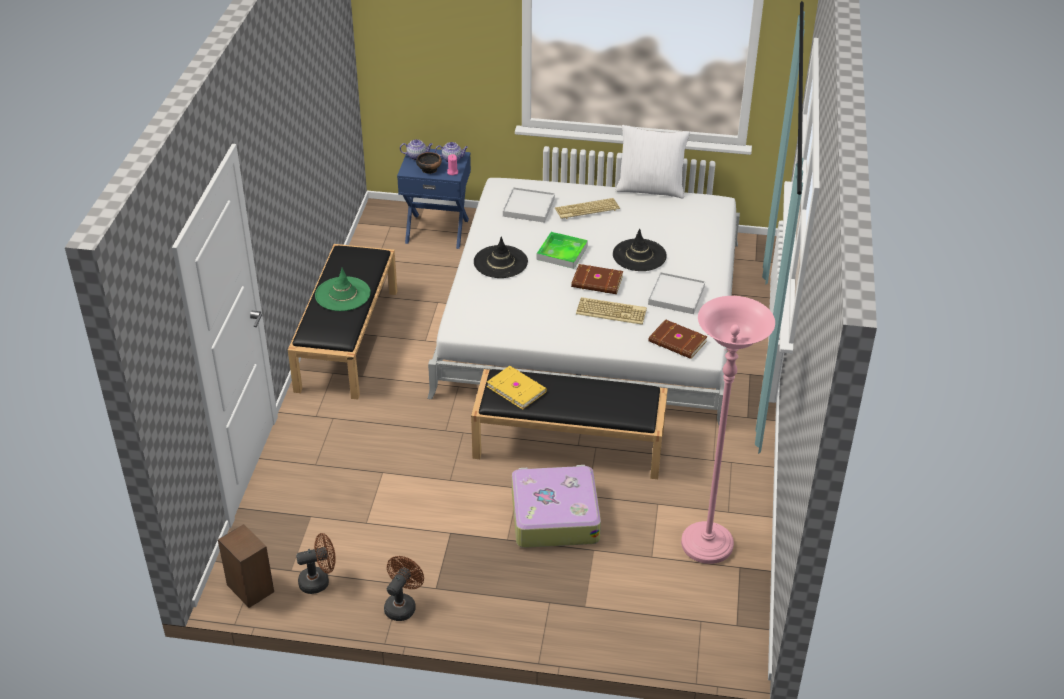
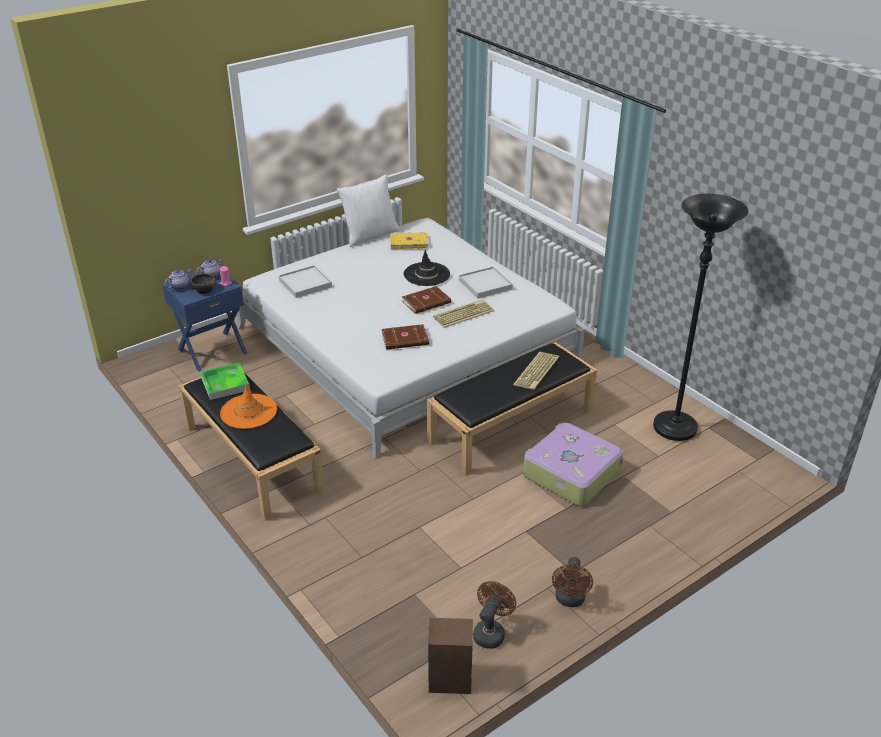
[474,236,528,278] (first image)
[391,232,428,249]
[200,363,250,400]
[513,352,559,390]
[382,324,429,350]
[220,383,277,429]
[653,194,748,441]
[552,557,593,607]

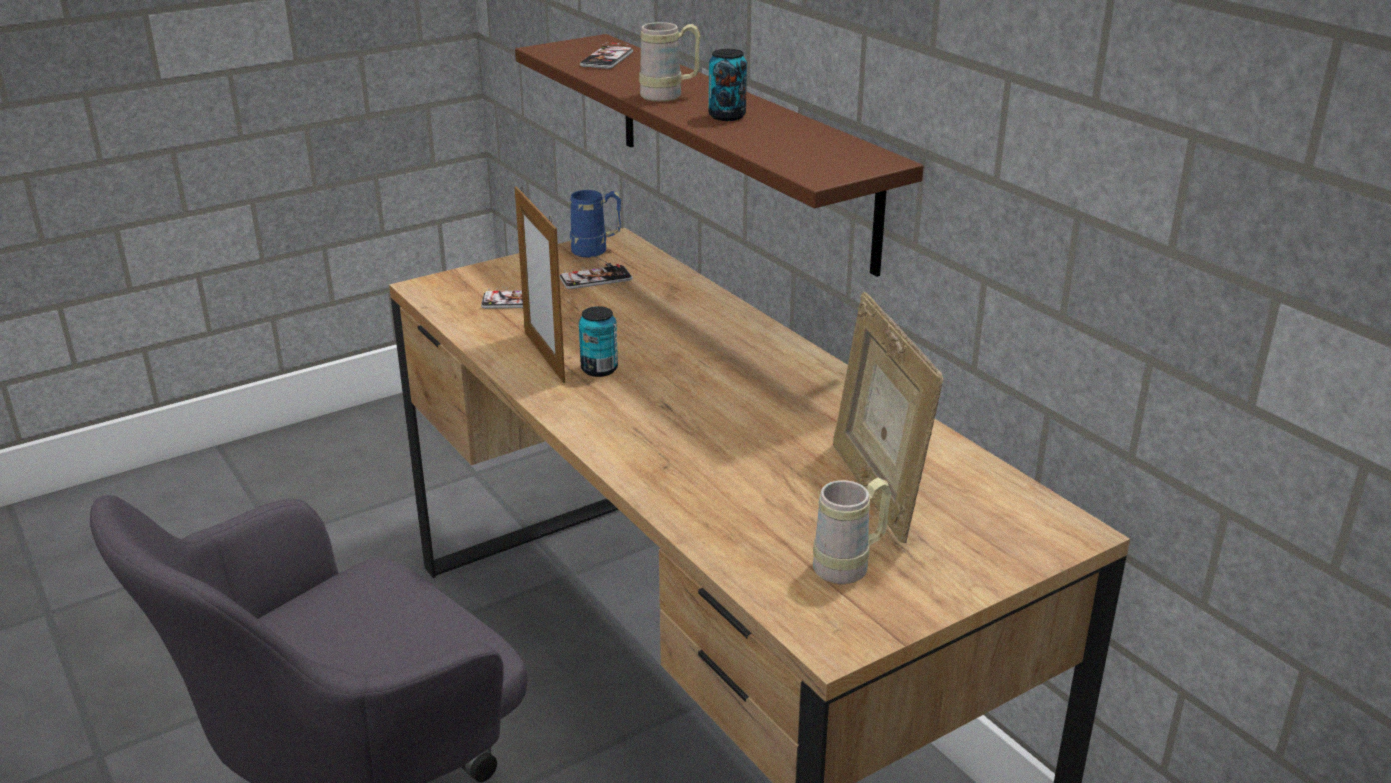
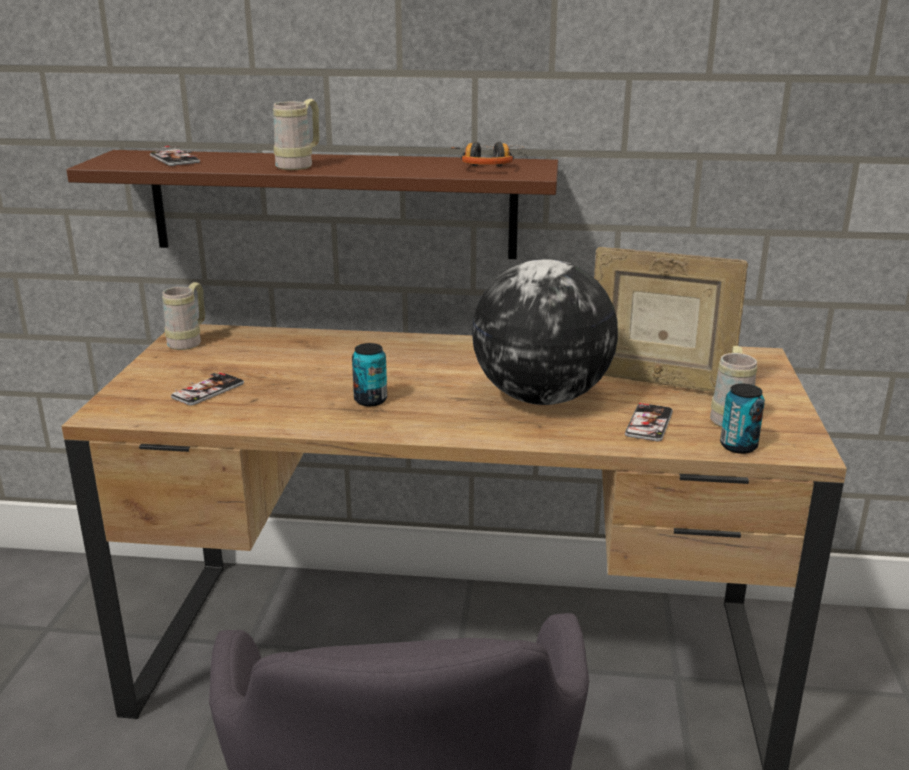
[515,186,565,383] (first image)
[451,142,524,166]
[472,259,618,405]
[625,403,673,442]
[720,384,765,454]
[162,282,205,350]

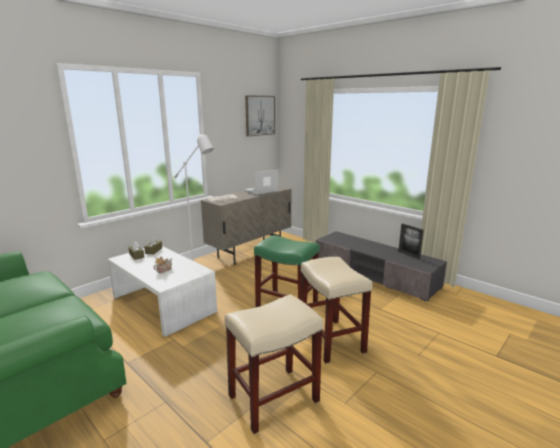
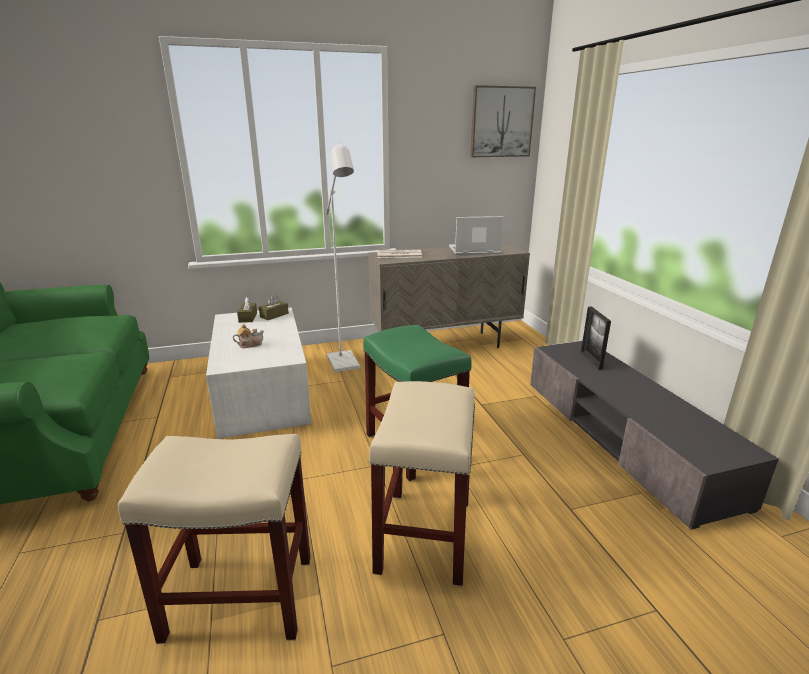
[581,307,611,370]

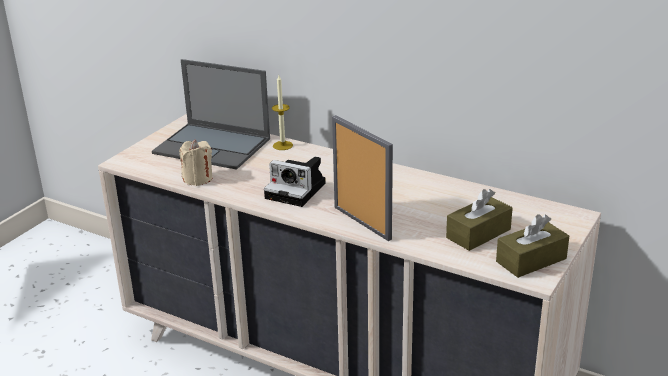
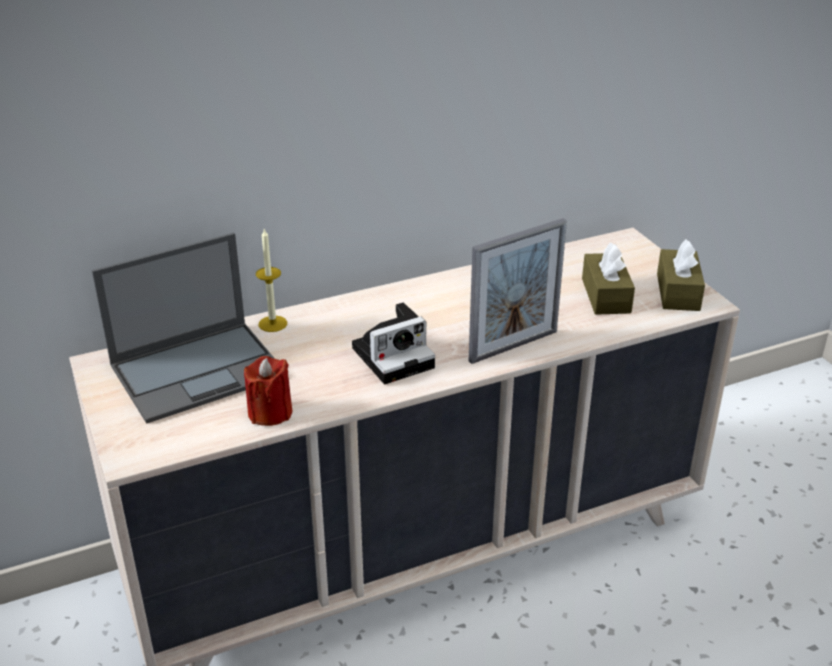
[244,356,292,426]
[469,218,567,364]

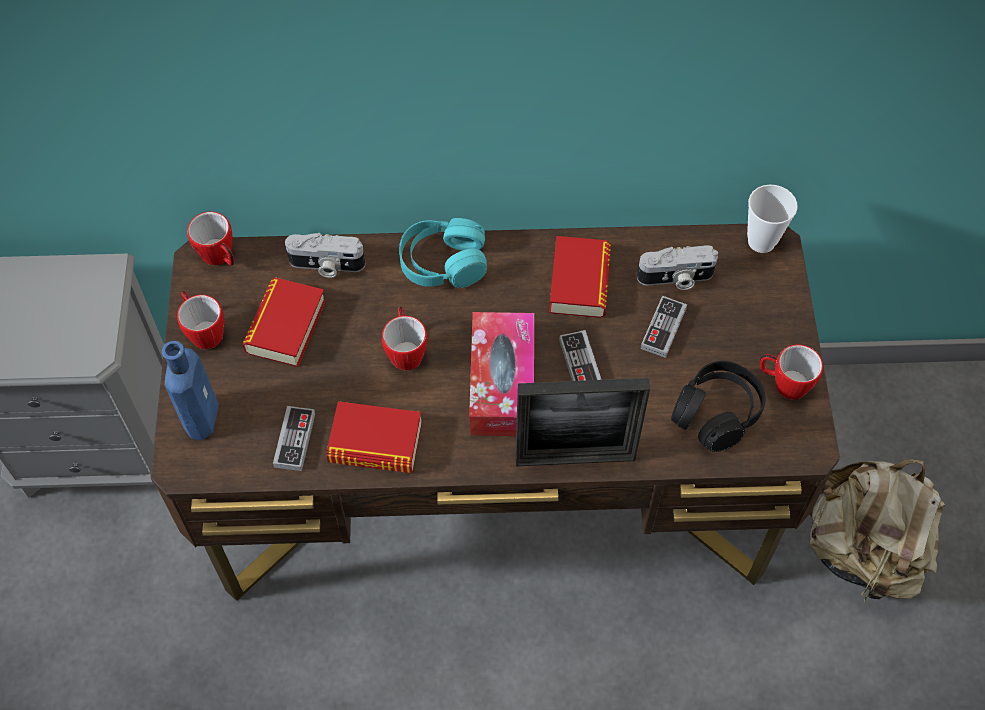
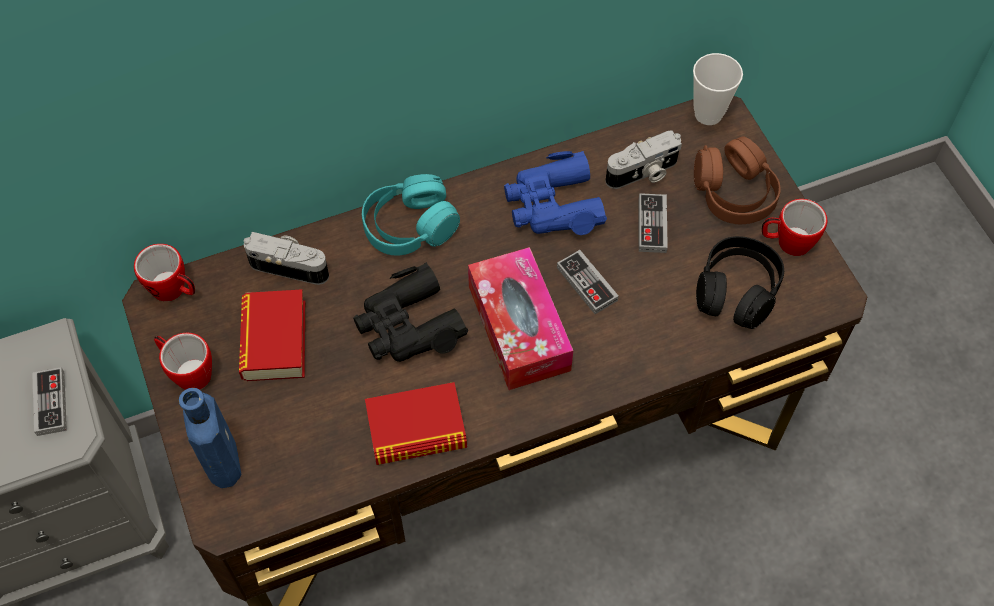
[515,378,650,466] (first image)
[809,459,945,603] (first image)
[694,137,781,224]
[32,367,67,436]
[353,262,468,362]
[504,151,607,235]
[244,232,329,285]

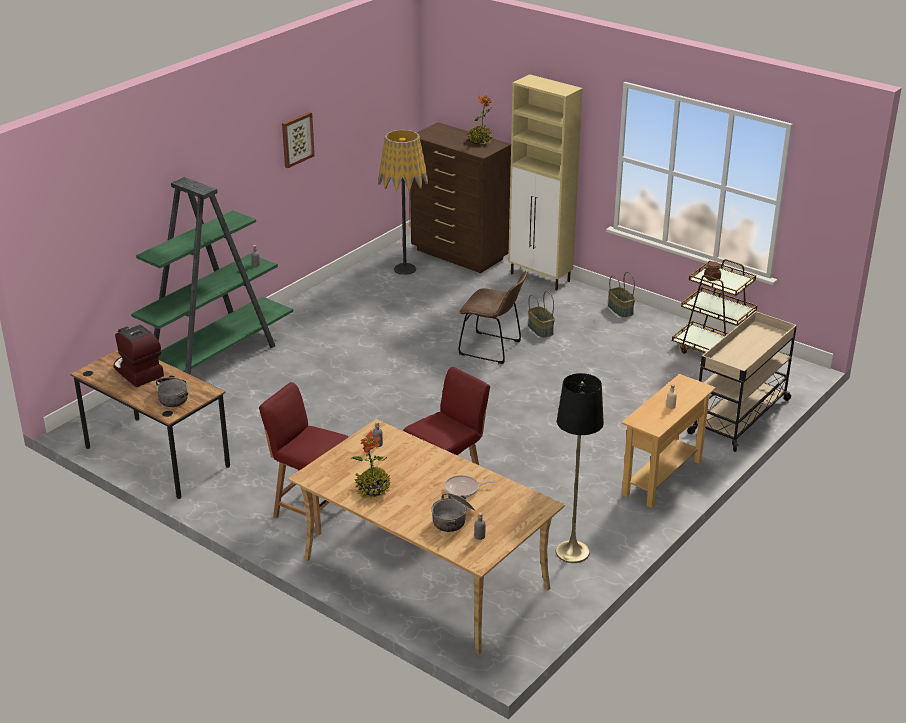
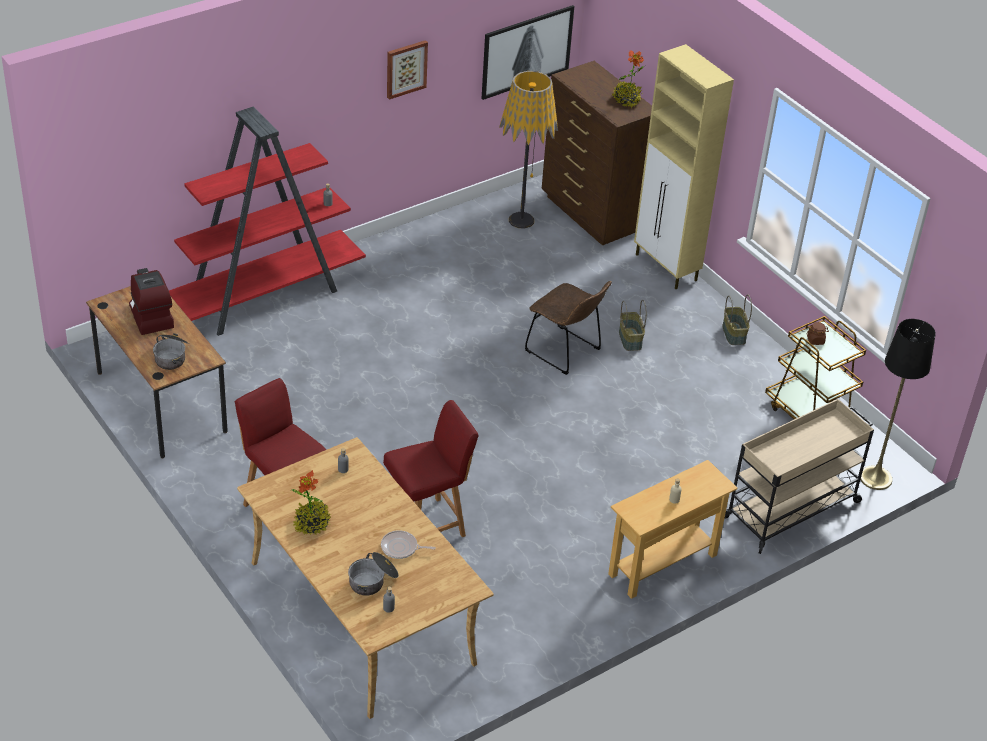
[481,5,574,100]
[860,319,936,490]
[169,107,366,336]

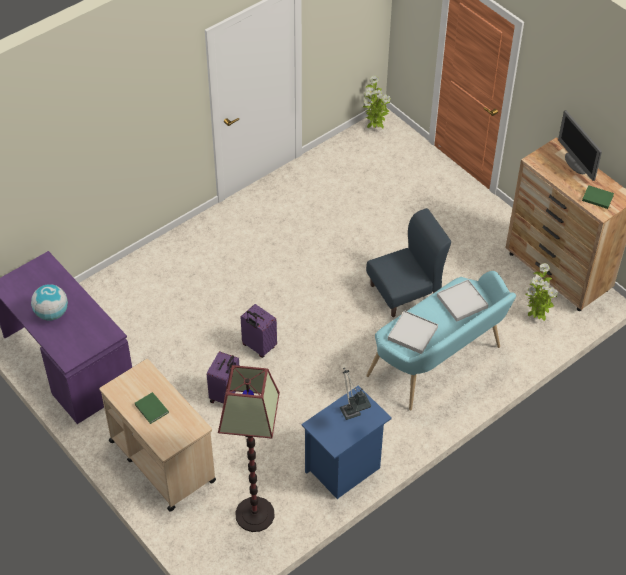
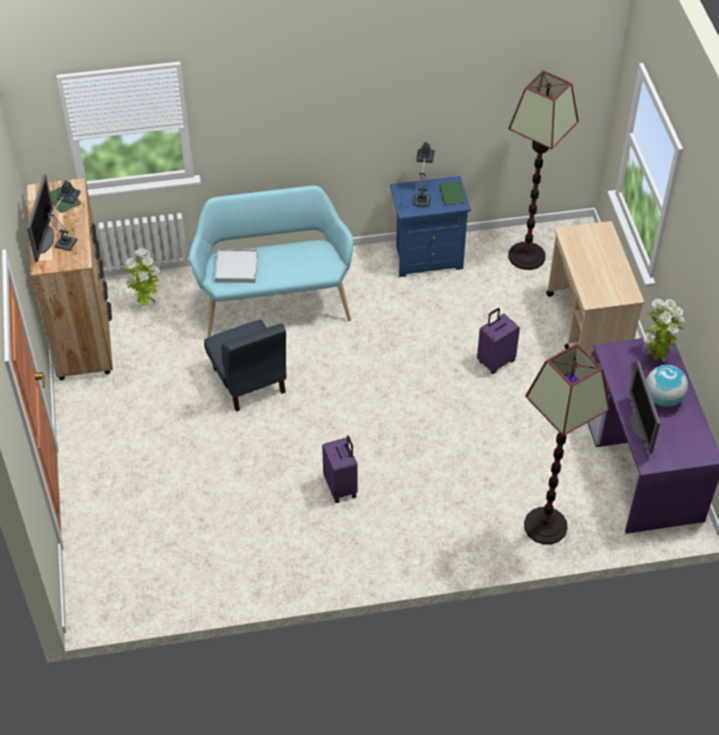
[388,310,438,354] (first image)
[47,180,81,251]
[524,344,611,544]
[629,361,660,454]
[440,181,466,205]
[322,436,358,503]
[643,299,685,362]
[204,320,287,412]

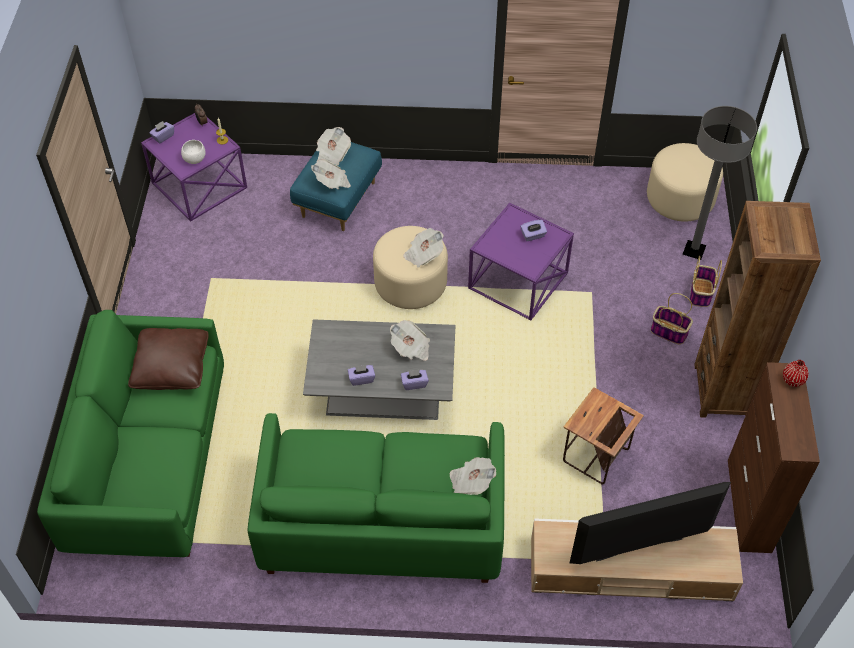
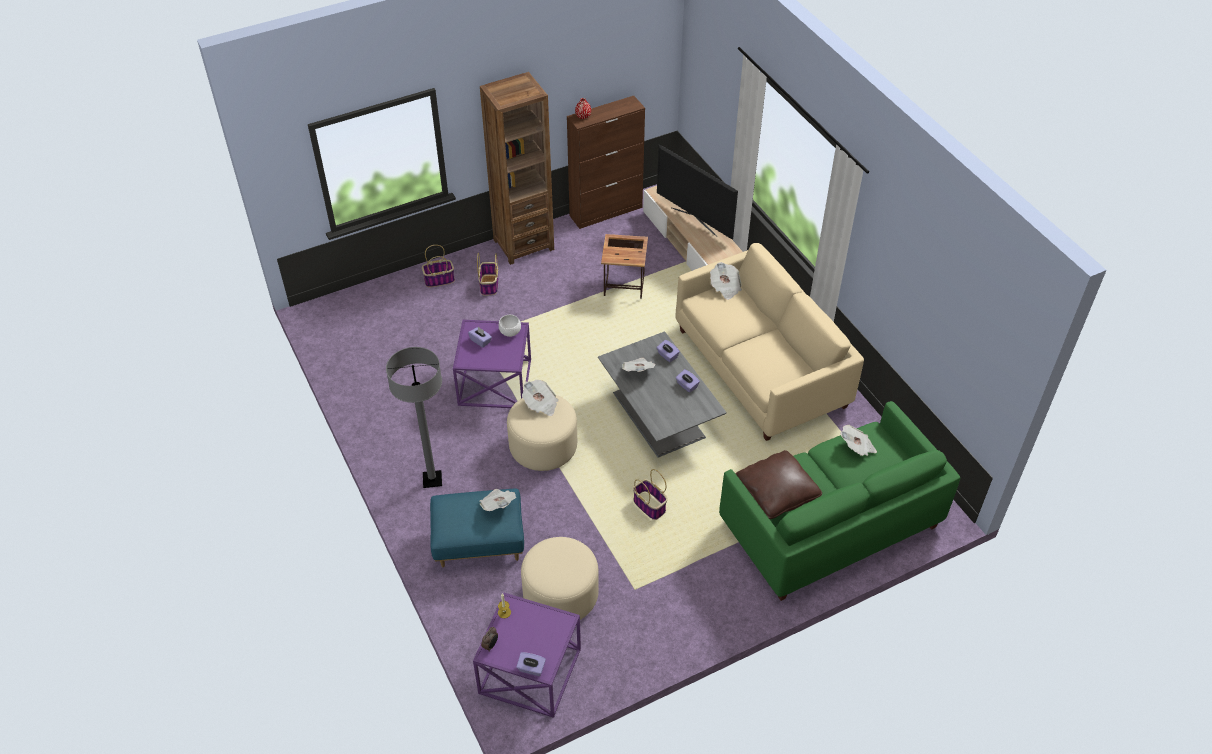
[633,469,667,520]
[499,315,521,337]
[840,425,877,456]
[521,537,599,620]
[386,347,442,488]
[676,243,864,441]

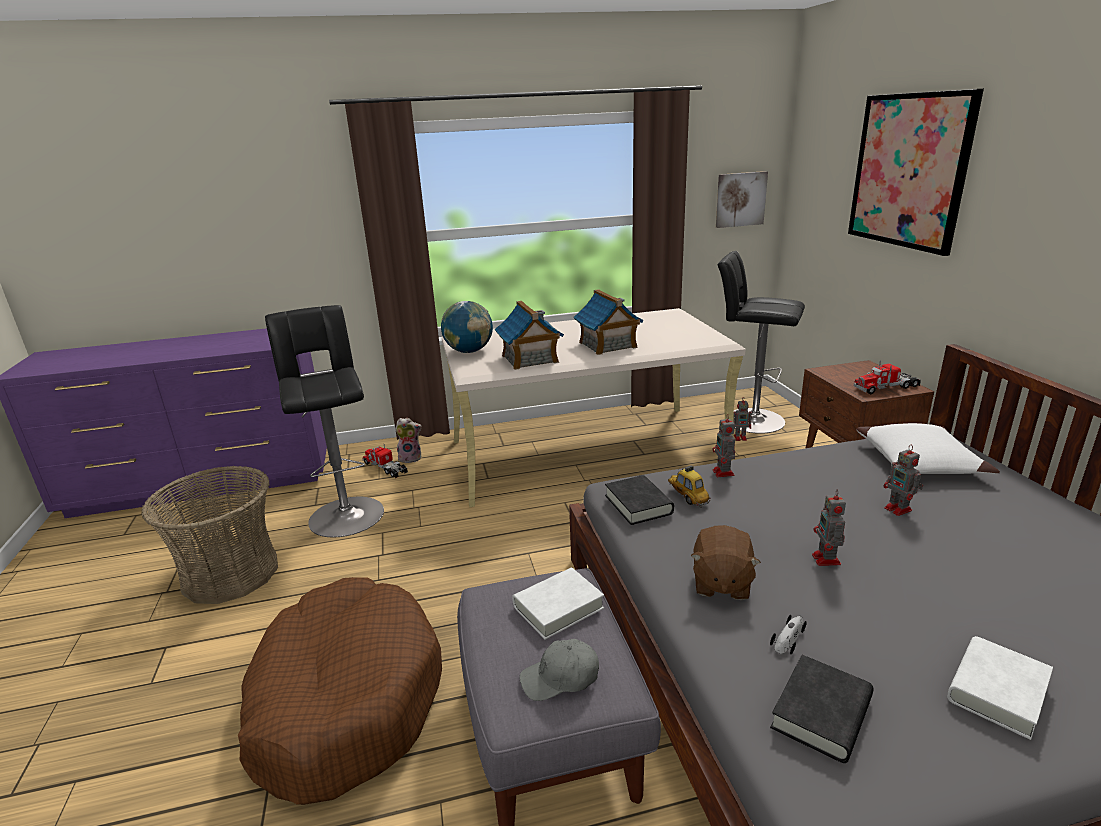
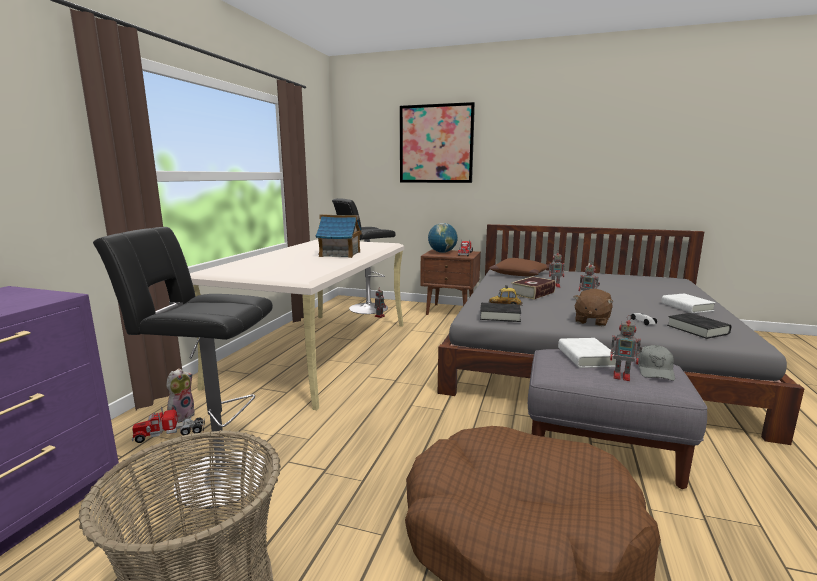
[495,301,564,370] (first image)
[716,171,768,228] (first image)
[511,276,556,300]
[428,223,458,253]
[610,315,642,381]
[489,258,549,276]
[574,289,613,326]

